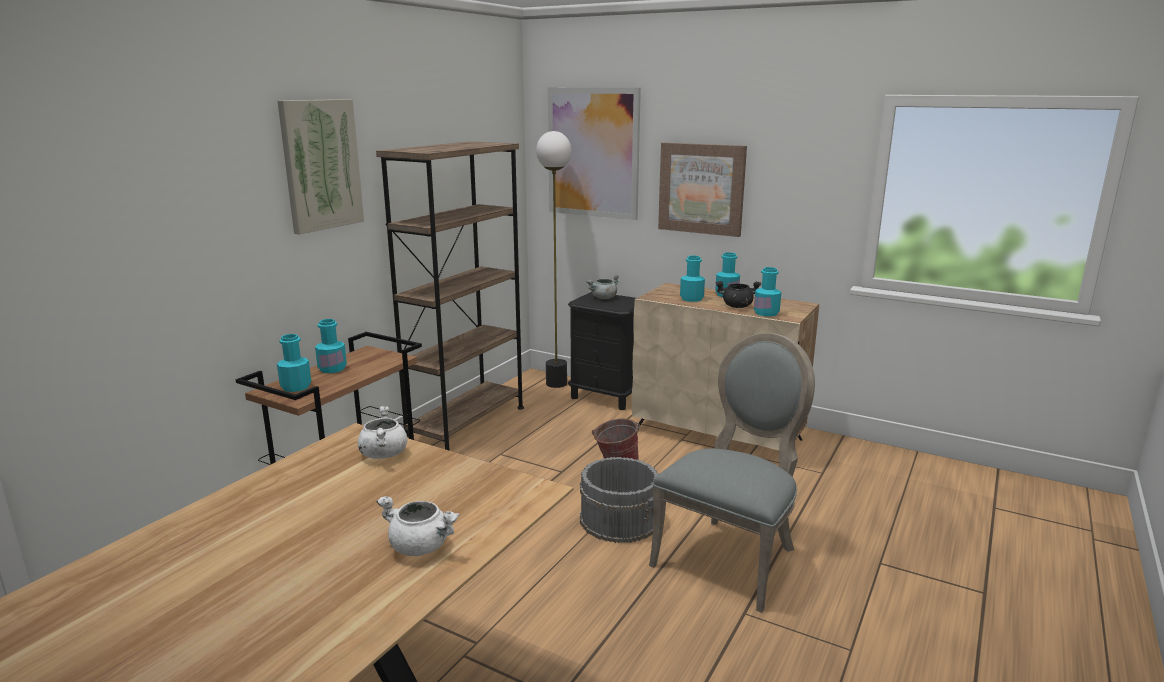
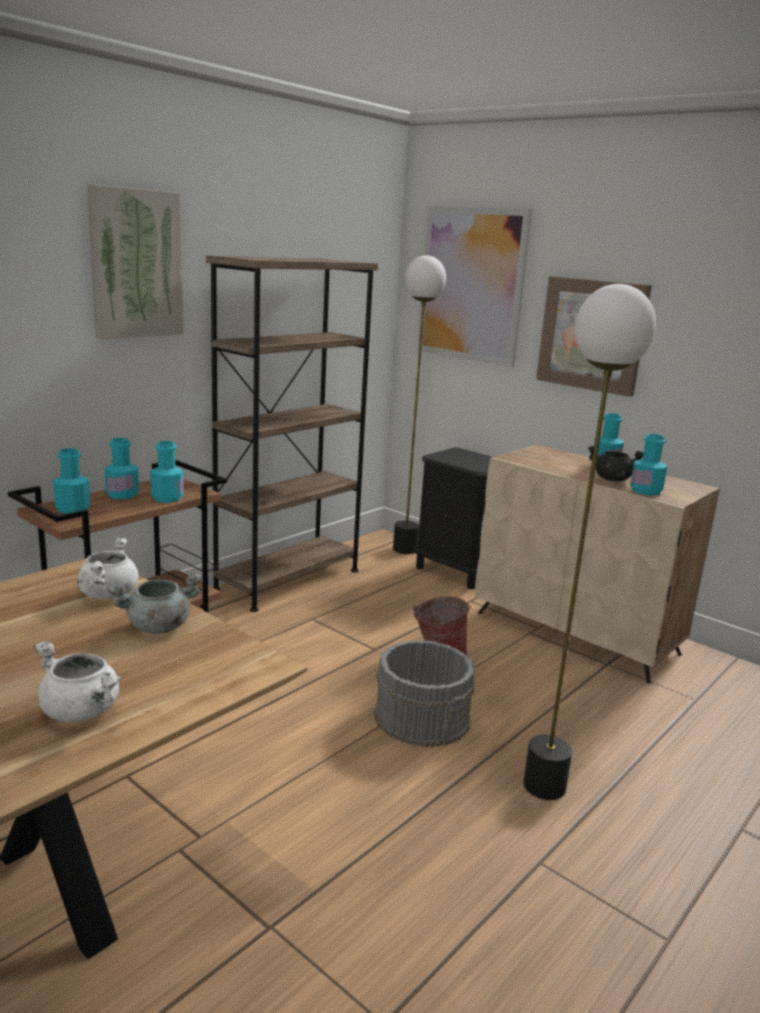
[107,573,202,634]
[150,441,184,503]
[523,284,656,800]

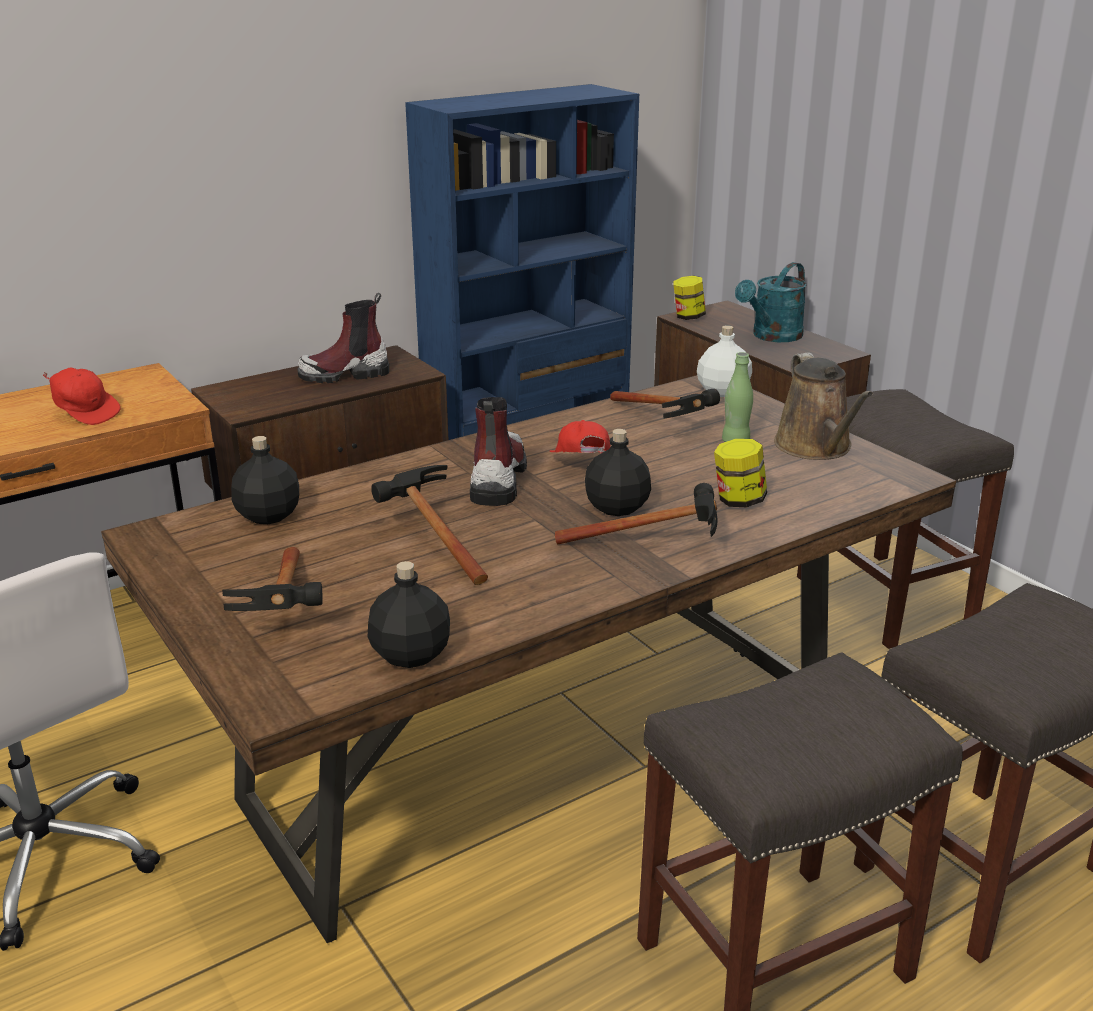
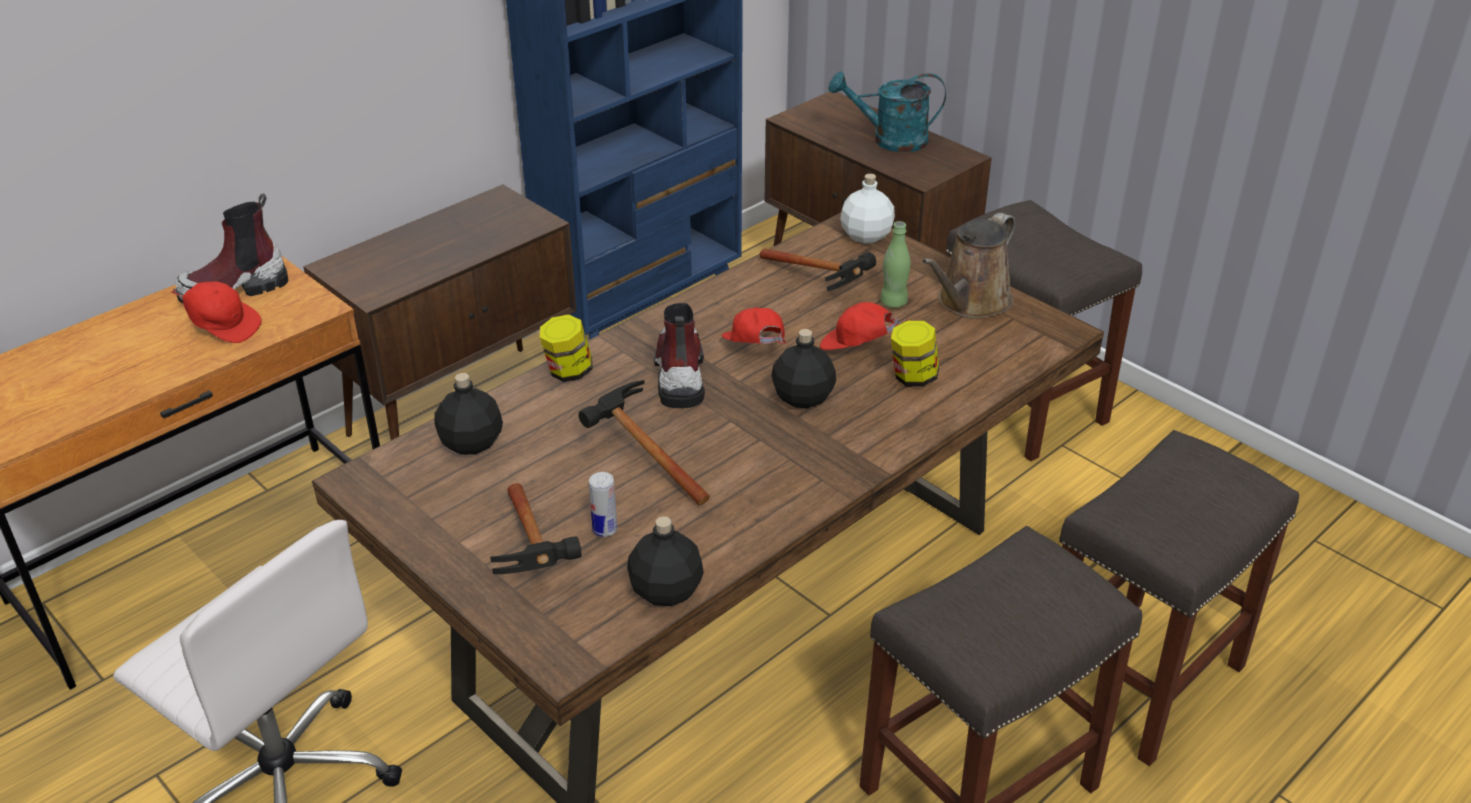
[555,483,718,544] (first image)
[589,472,617,537]
[820,302,909,350]
[175,194,288,303]
[540,315,592,382]
[828,71,946,152]
[922,213,1015,319]

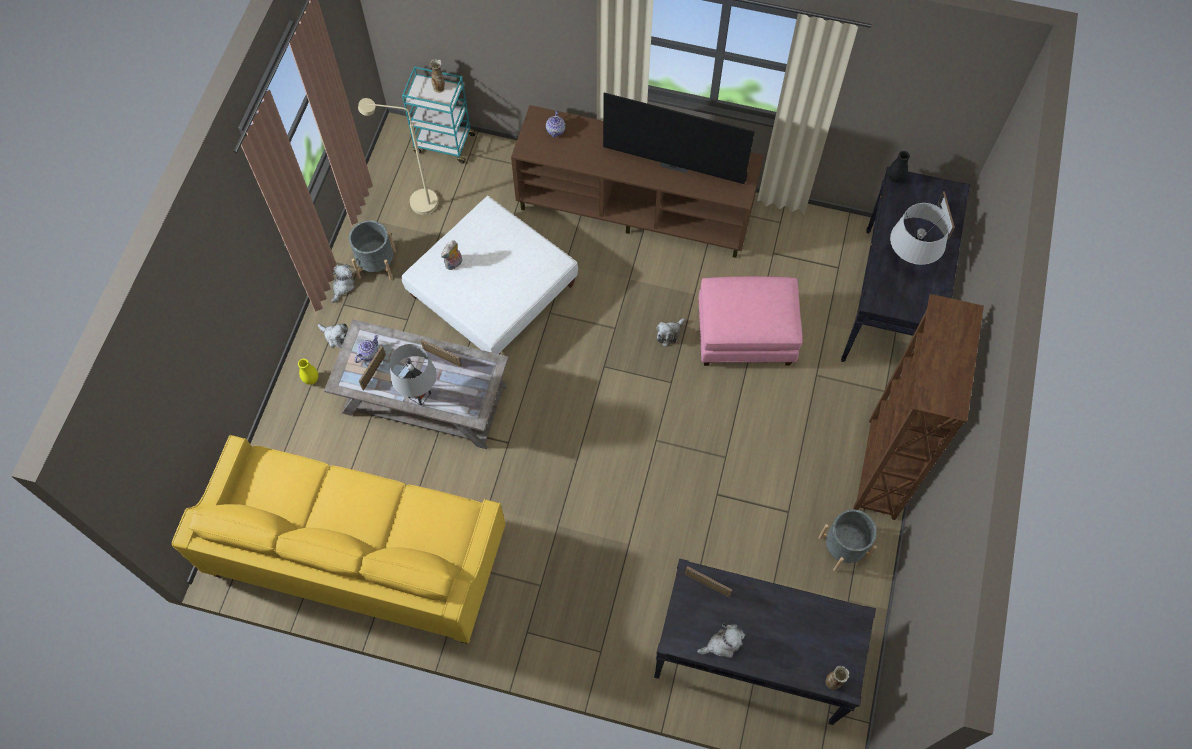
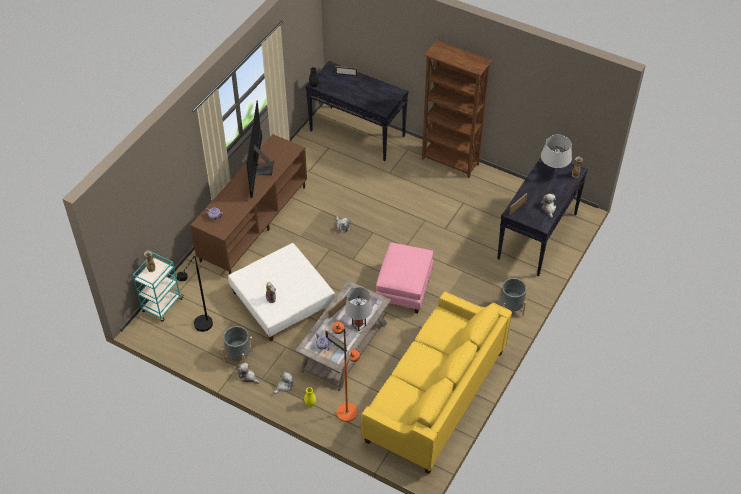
[332,322,360,422]
[376,242,433,314]
[498,278,527,316]
[541,135,572,169]
[177,256,213,332]
[246,100,274,198]

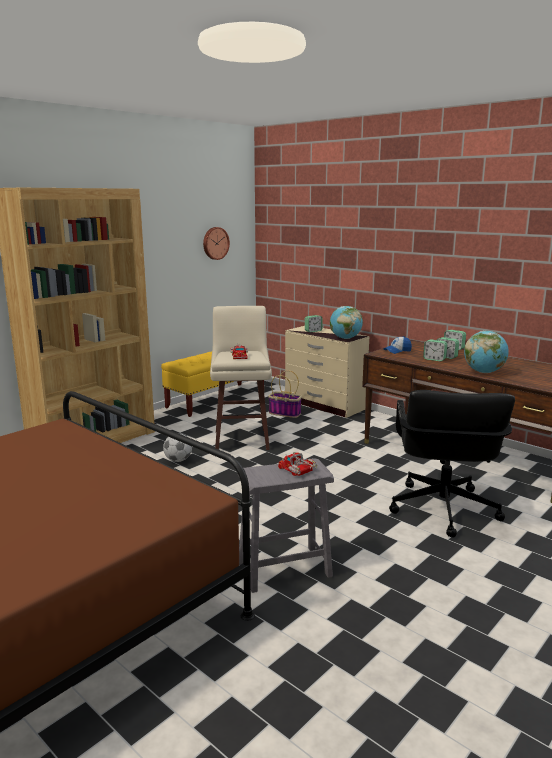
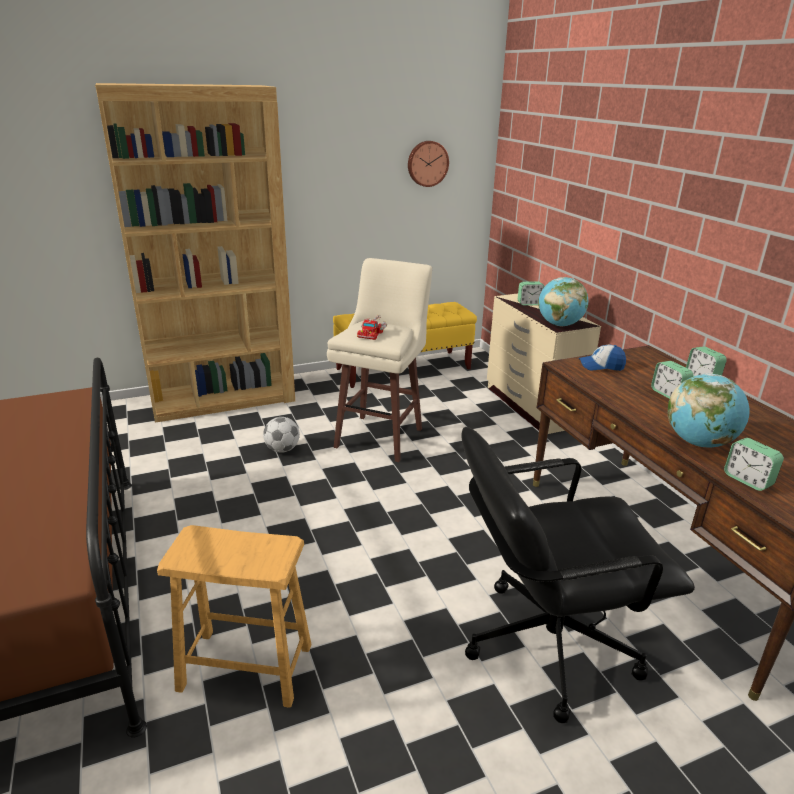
[268,370,302,418] (first image)
[278,452,317,476] (first image)
[724,438,784,491]
[157,525,312,708]
[461,427,695,723]

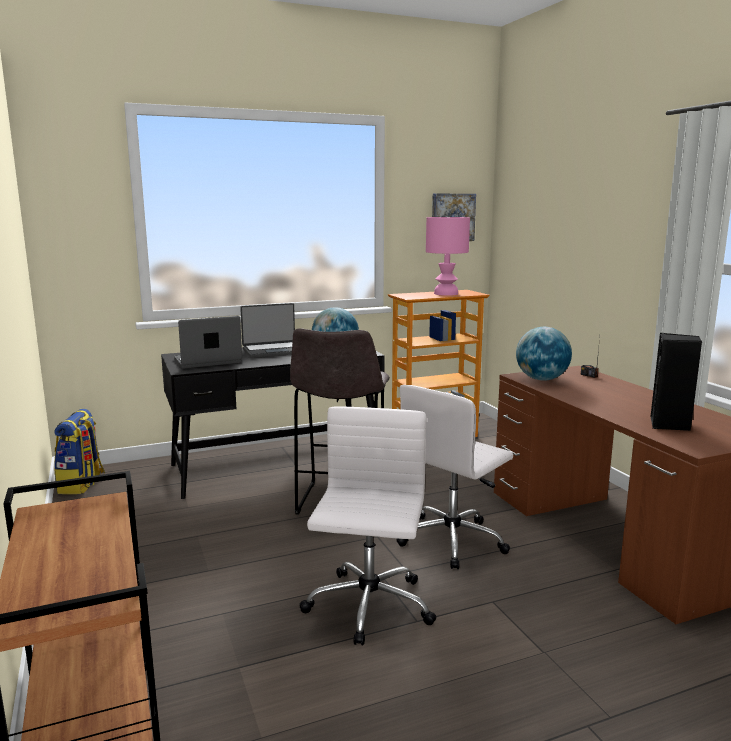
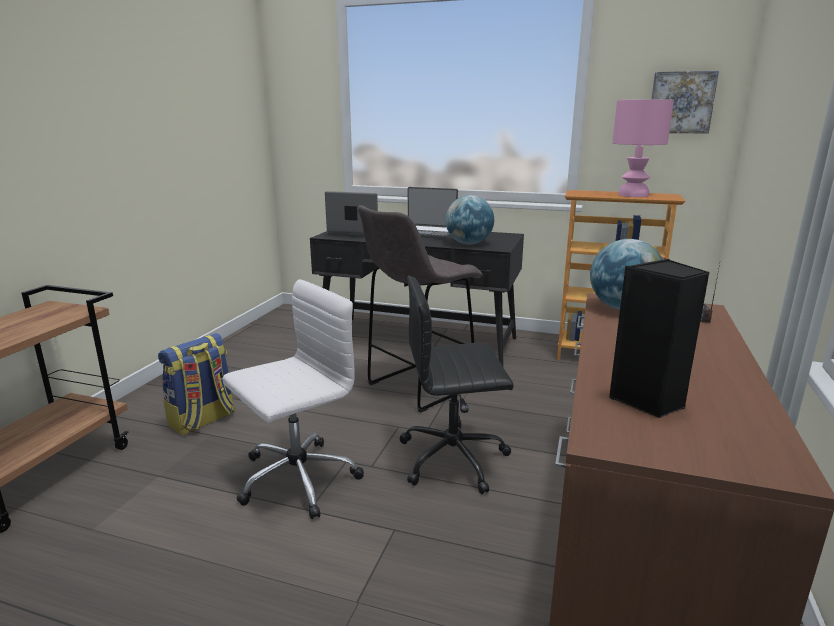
[158,333,235,435]
[399,276,513,494]

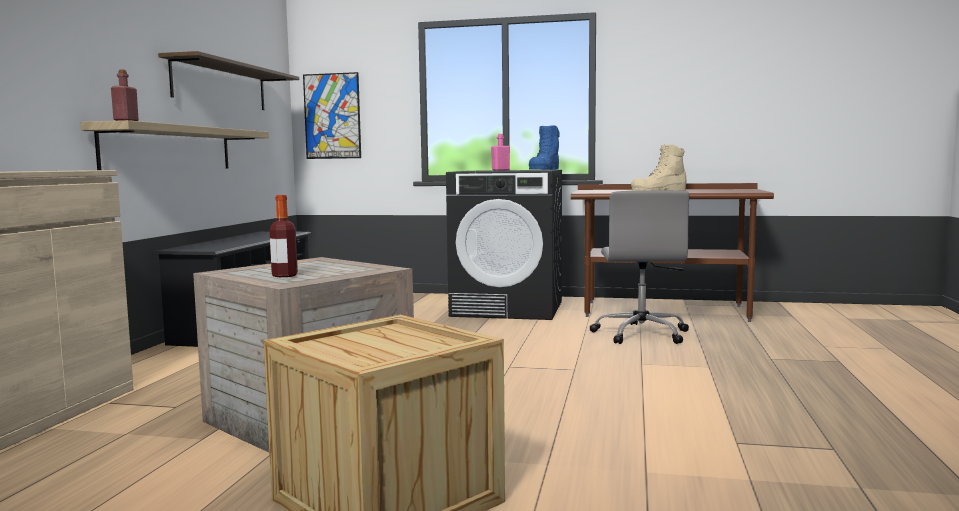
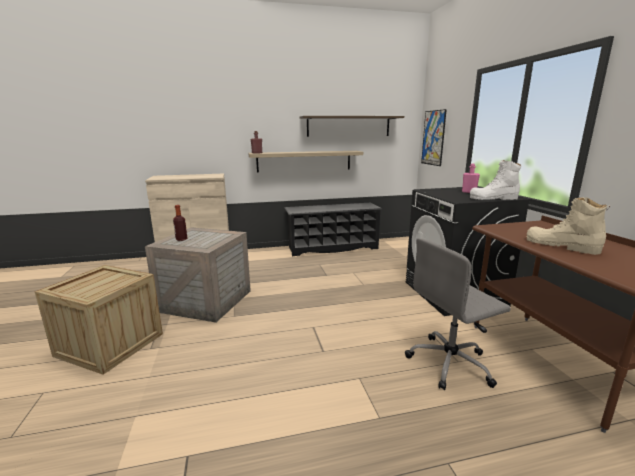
[470,160,521,200]

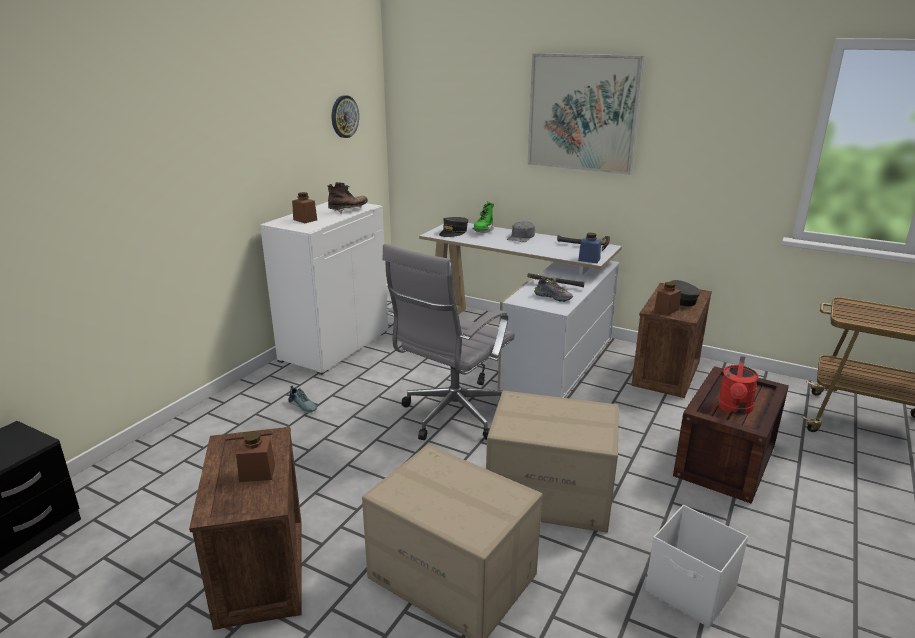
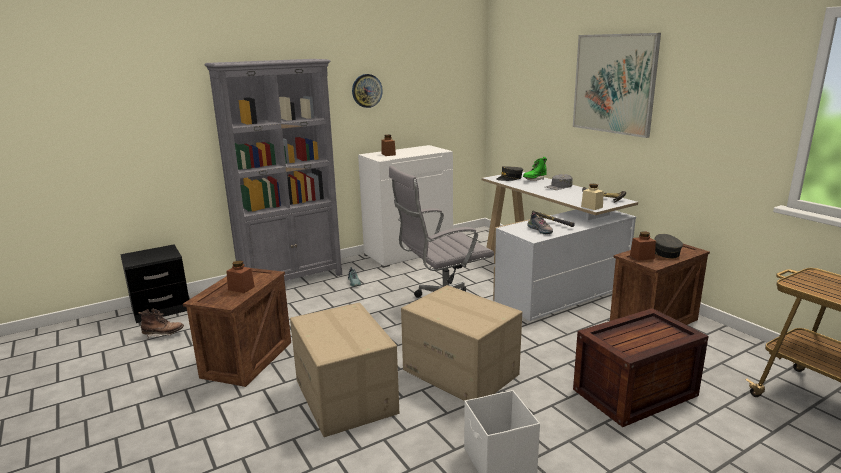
[717,356,759,415] (first image)
[205,59,342,281]
[138,309,184,339]
[352,74,383,108]
[581,184,604,210]

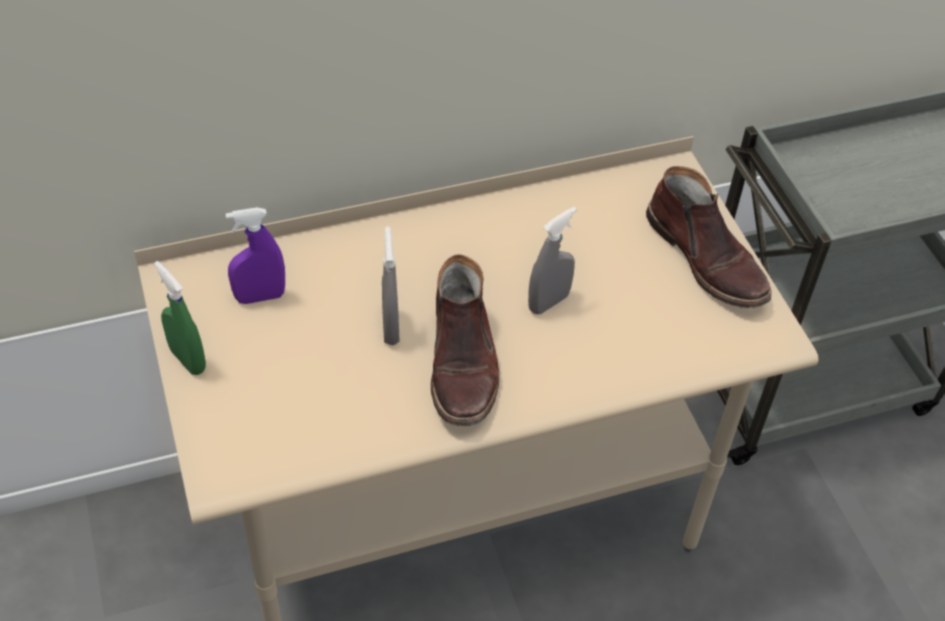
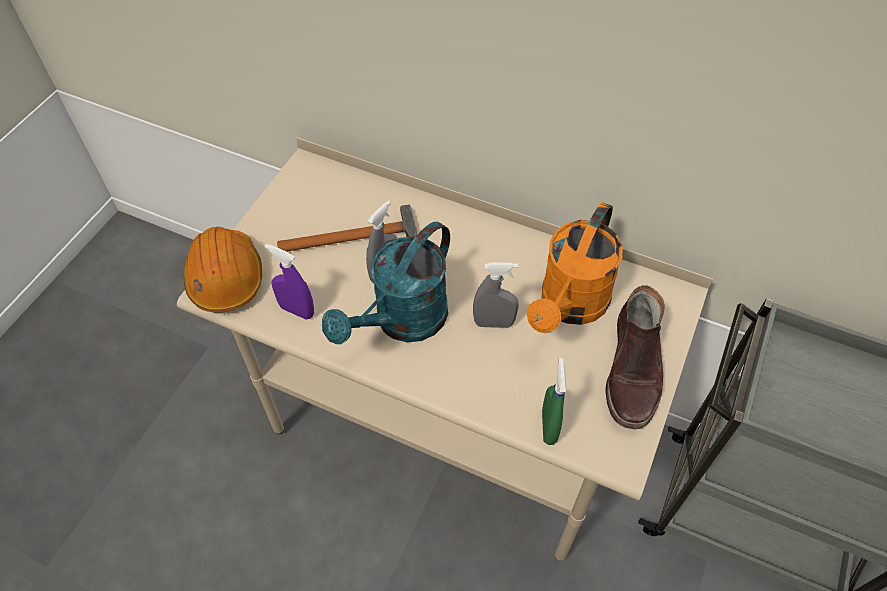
[183,227,262,312]
[277,204,417,252]
[527,202,623,333]
[542,358,566,445]
[265,244,314,319]
[322,221,450,344]

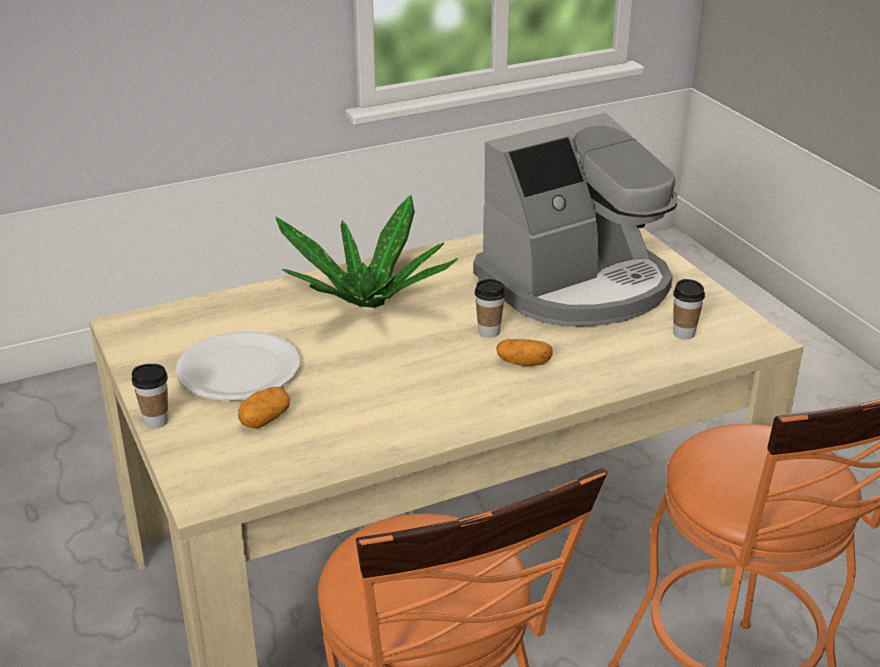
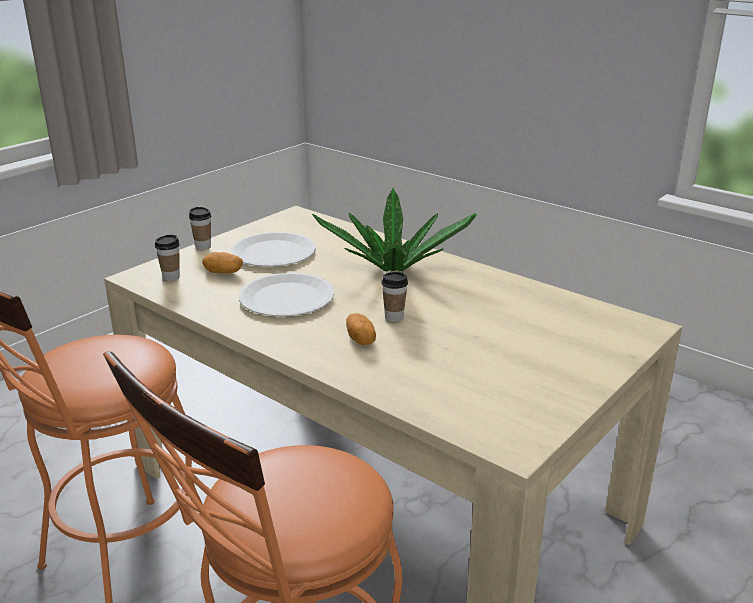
[473,113,677,327] (first image)
[239,273,334,317]
[155,235,180,281]

